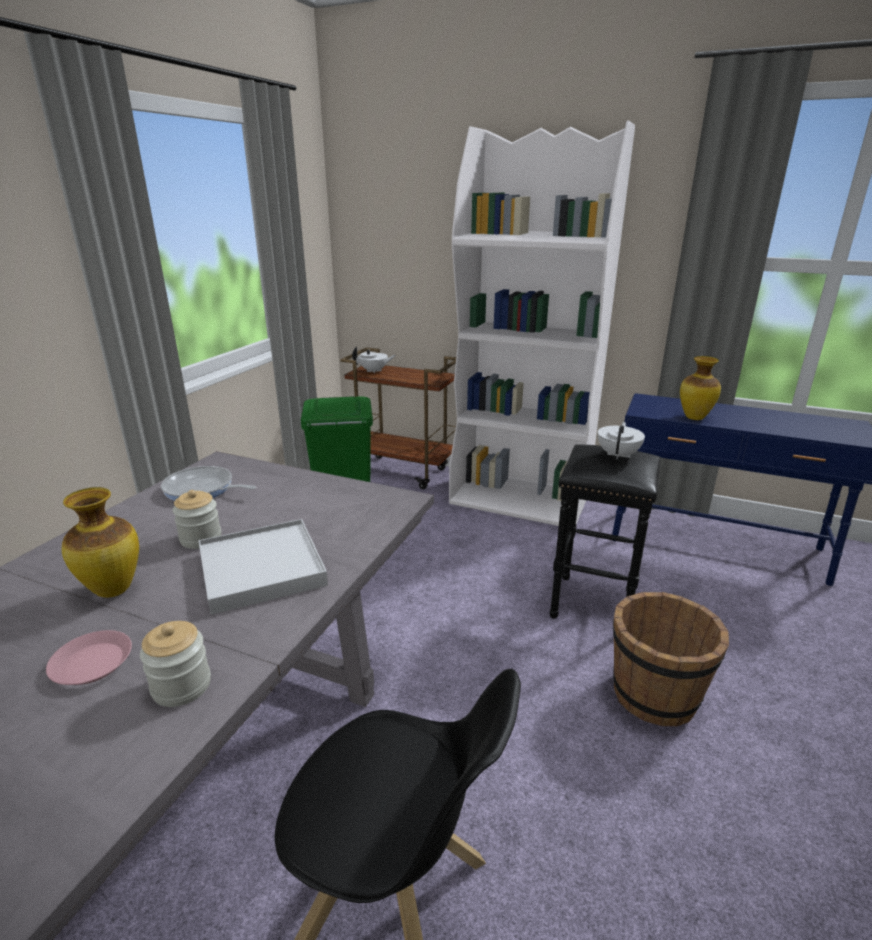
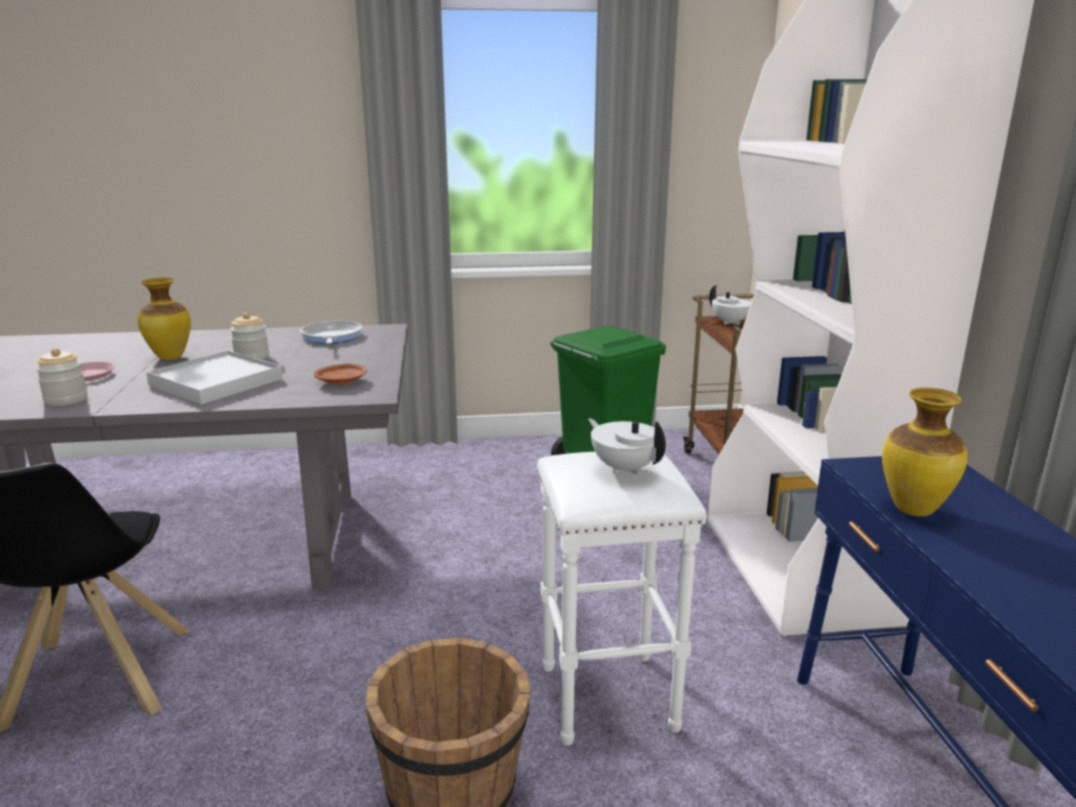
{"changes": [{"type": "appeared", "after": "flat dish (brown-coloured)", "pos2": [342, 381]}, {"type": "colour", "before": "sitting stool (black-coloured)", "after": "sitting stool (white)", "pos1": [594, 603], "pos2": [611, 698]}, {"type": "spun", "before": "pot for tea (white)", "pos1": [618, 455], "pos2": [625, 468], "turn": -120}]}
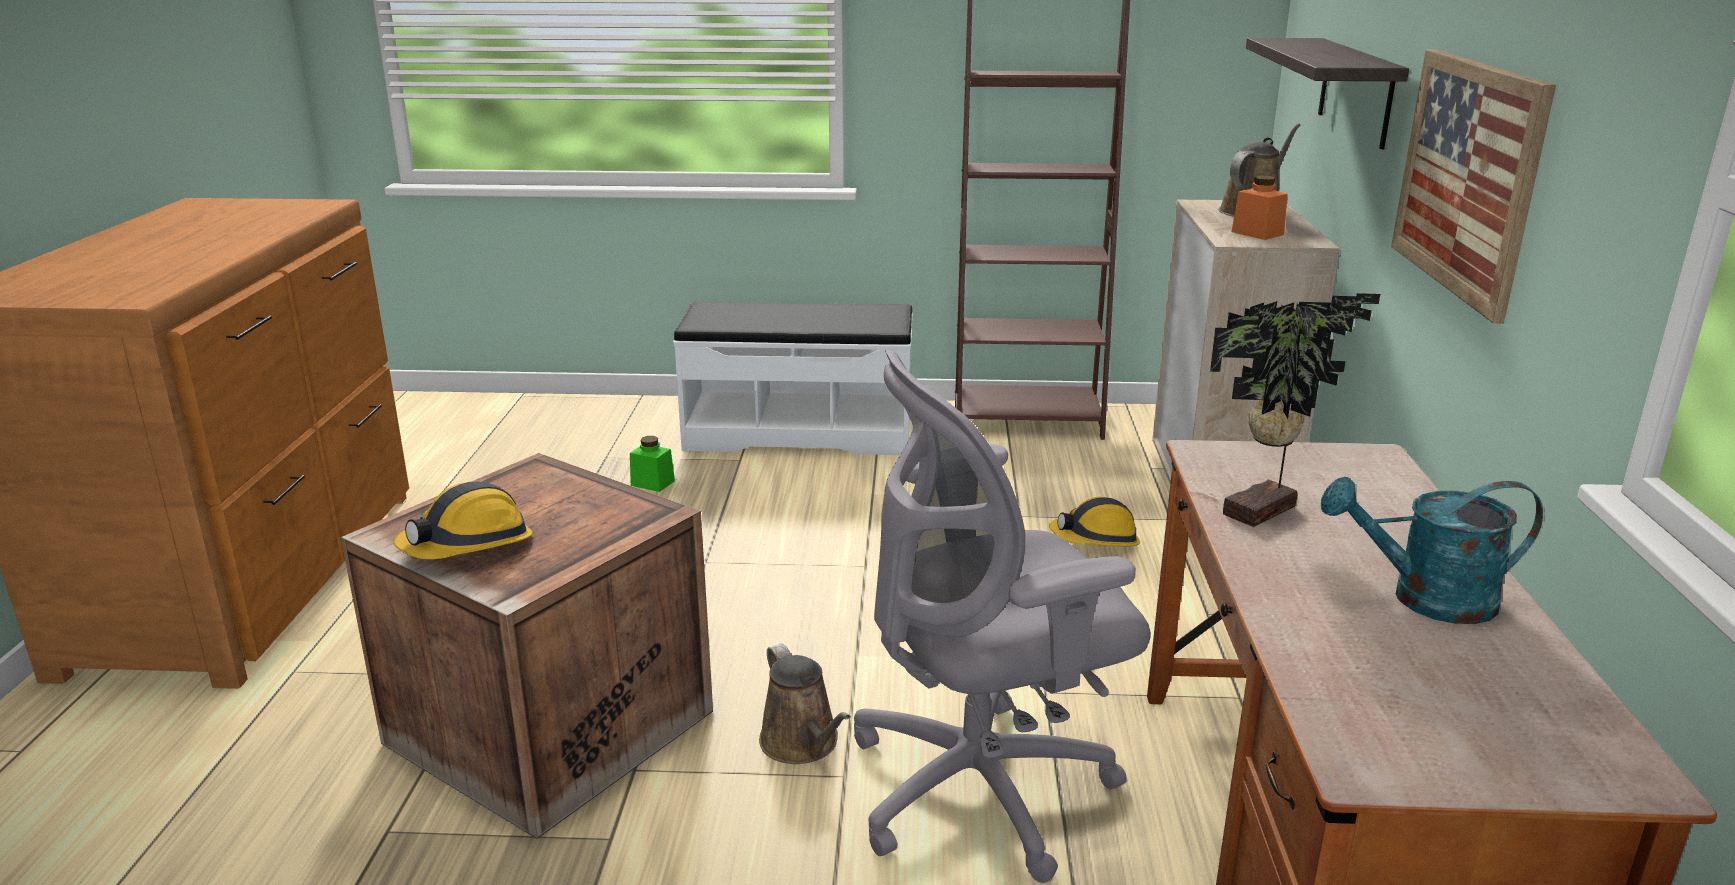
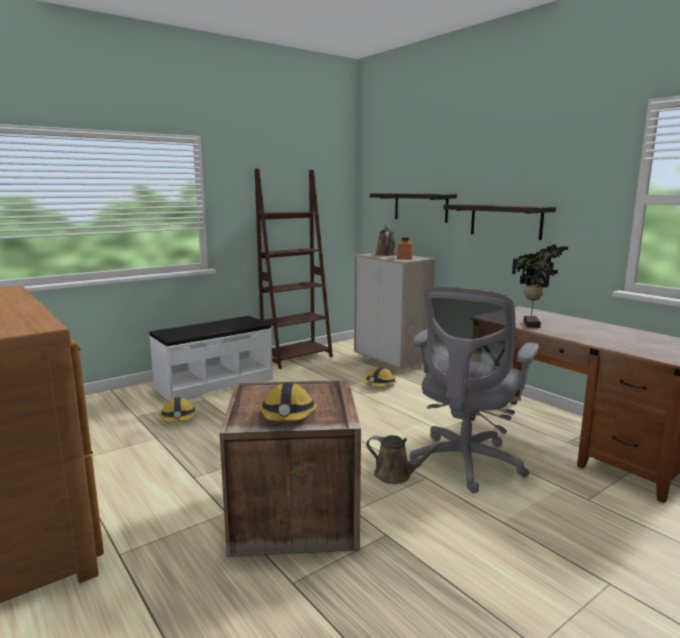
{"changes": [{"type": "exchanged", "before": "preserve jar (green-coloured)", "after": "hard hat", "pos1": [652, 483], "pos2": [179, 418]}, {"type": "exchanged", "before": "picture", "after": "bracket shelf", "pos1": [1467, 177], "pos2": [505, 221]}, {"type": "missing", "before": "sprinkling can (turquoise)", "pos1": [1425, 599]}]}
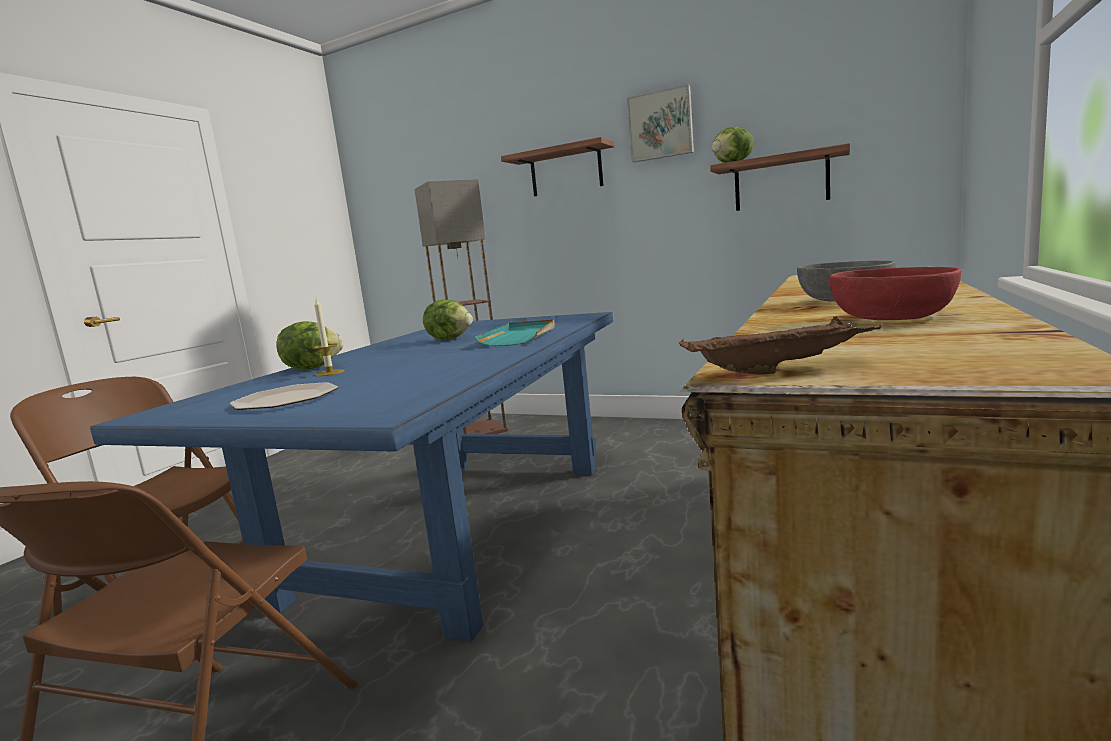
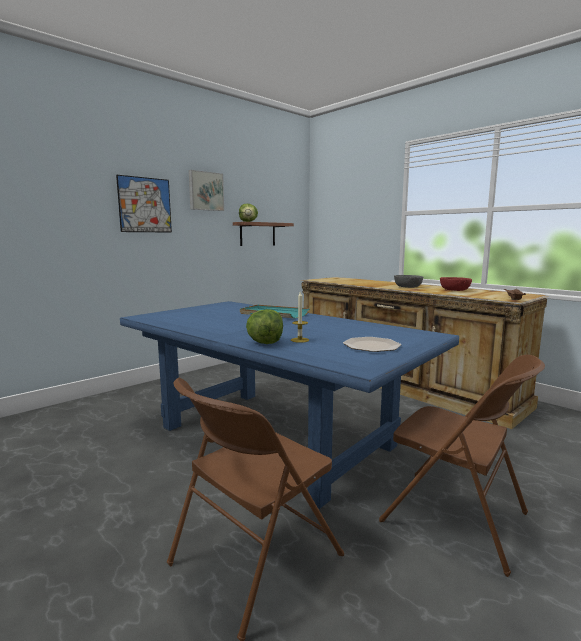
{"changes": [{"type": "exchanged", "before": "bracket shelf", "after": "picture", "pos1": [566, 171], "pos2": [145, 205]}, {"type": "missing", "before": "standard lamp", "pos1": [480, 431]}, {"type": "missing", "before": "head of lettuce", "pos1": [450, 339]}]}
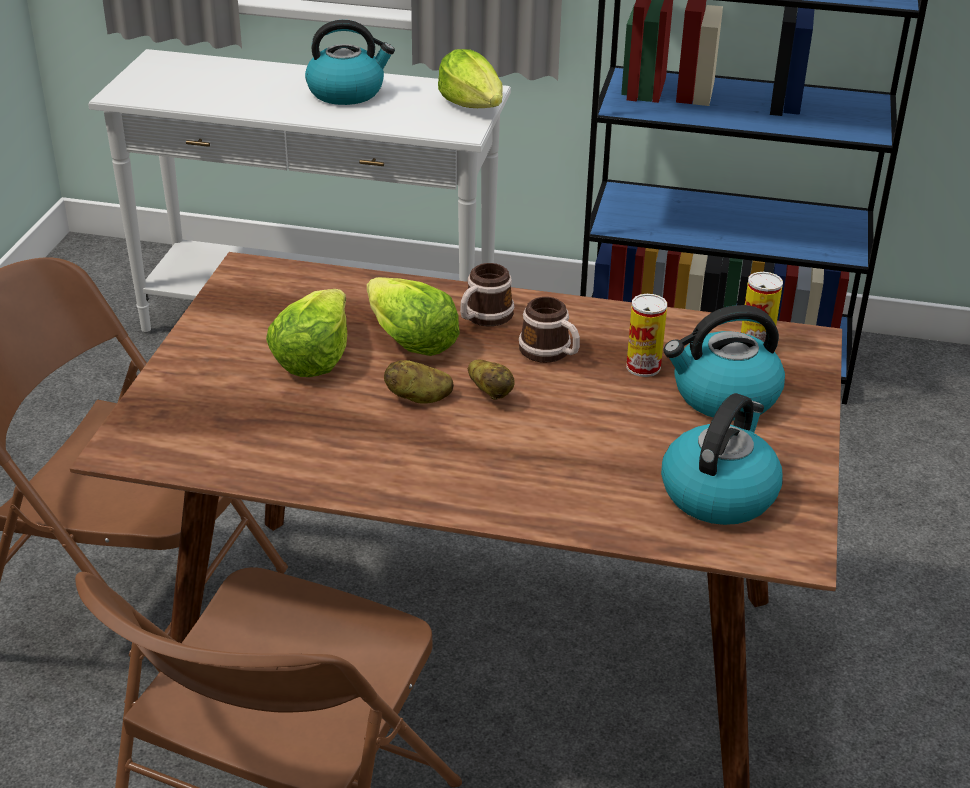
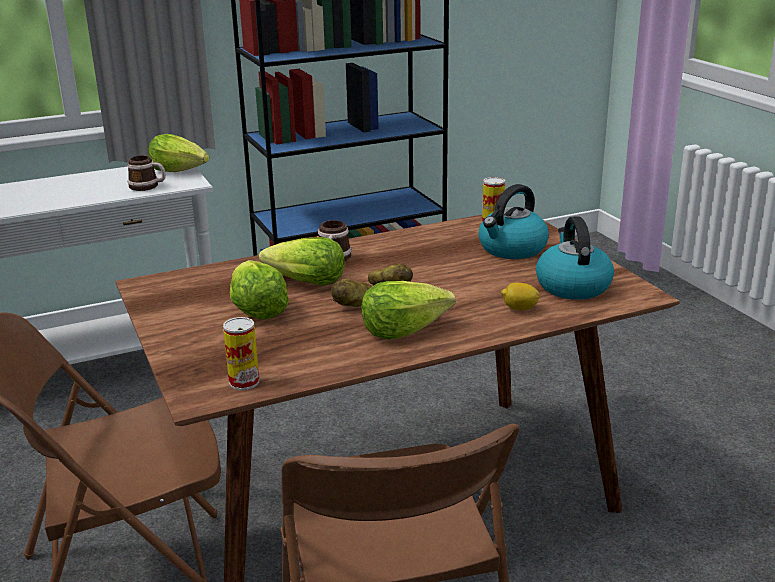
{"changes": [{"type": "relocated", "before": "tea mug", "pos1": [550, 353], "pos2": [148, 186]}, {"type": "relocated", "before": "sealed can", "pos1": [643, 367], "pos2": [244, 382]}, {"type": "appeared", "after": "head of lettuce", "pos2": [403, 329]}, {"type": "appeared", "after": "citrus fruit", "pos2": [519, 309]}, {"type": "missing", "before": "kettle", "pos1": [347, 92]}]}
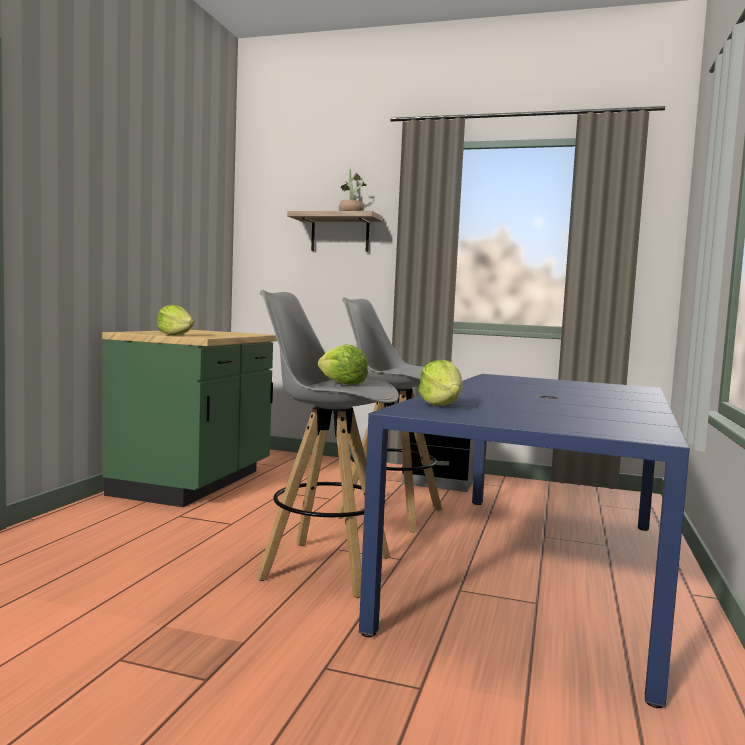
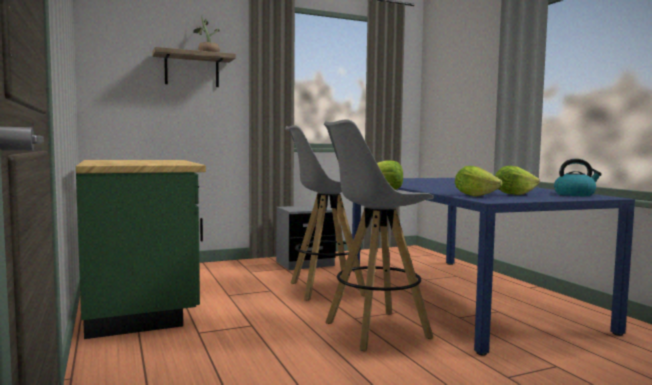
{"changes": [{"type": "relocated", "before": "head of lettuce", "pos1": [175, 335], "pos2": [513, 194]}, {"type": "appeared", "after": "kettle", "pos2": [575, 194]}]}
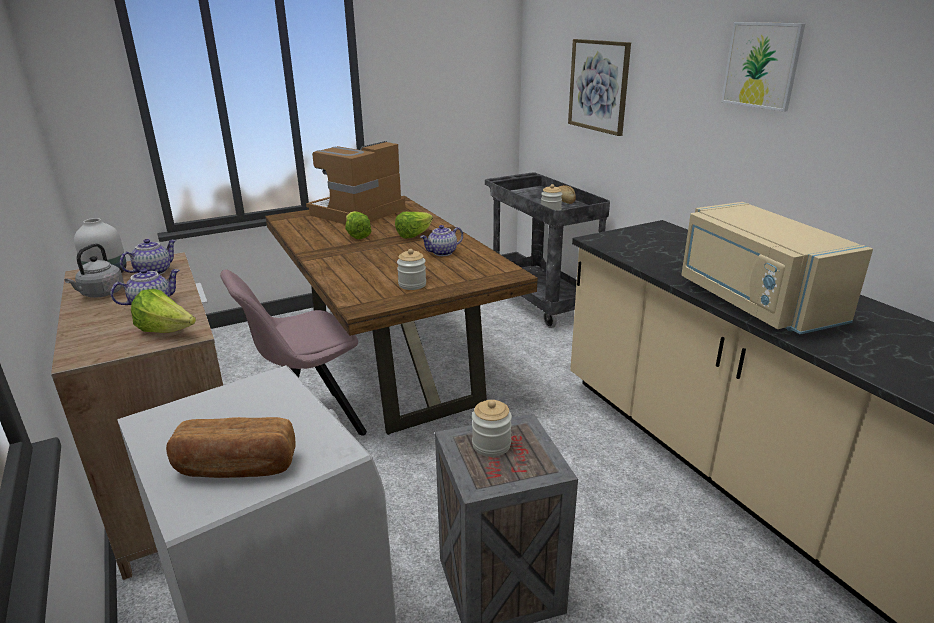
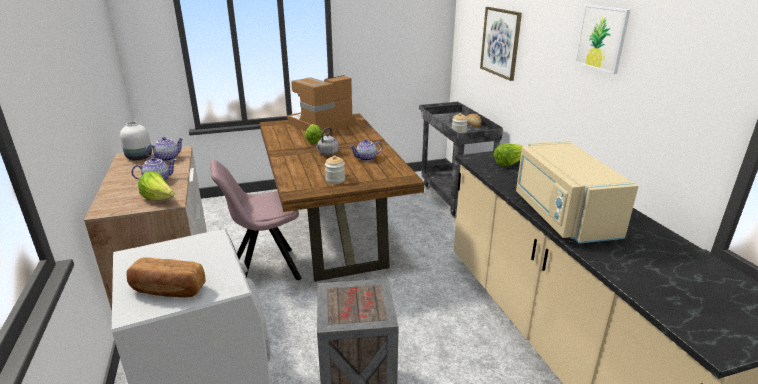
{"changes": [{"type": "relocated", "before": "kettle (grey)", "pos1": [101, 294], "pos2": [327, 153]}, {"type": "relocated", "before": "head of lettuce", "pos1": [414, 235], "pos2": [508, 163]}, {"type": "missing", "before": "preserve jar", "pos1": [491, 445]}]}
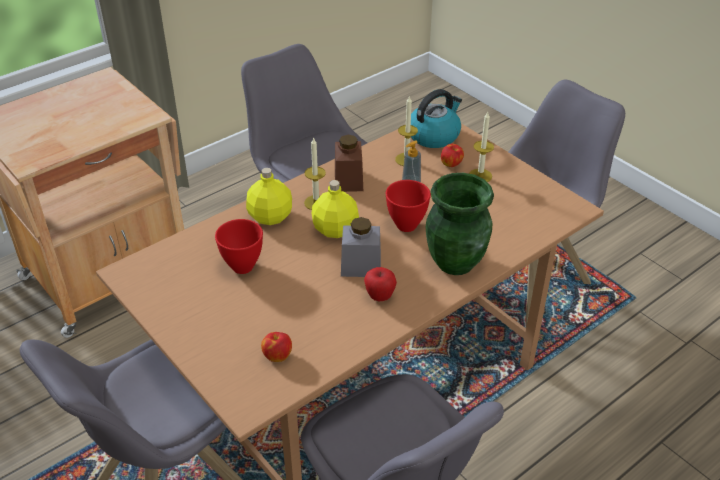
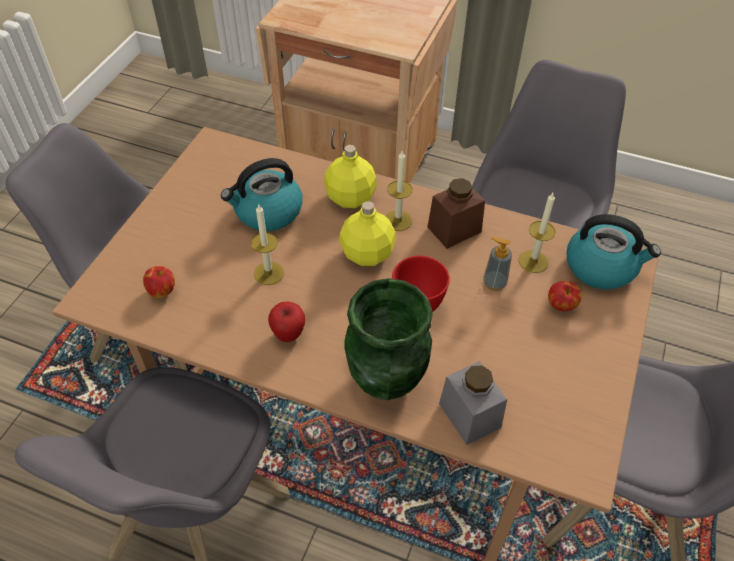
{"changes": [{"type": "exchanged", "before": "deep dish (red)", "after": "kettle", "pos1": [243, 266], "pos2": [267, 212]}, {"type": "relocated", "before": "wax candle", "pos1": [480, 176], "pos2": [268, 273]}, {"type": "relocated", "before": "preserve jar (grey)", "pos1": [361, 266], "pos2": [469, 415]}]}
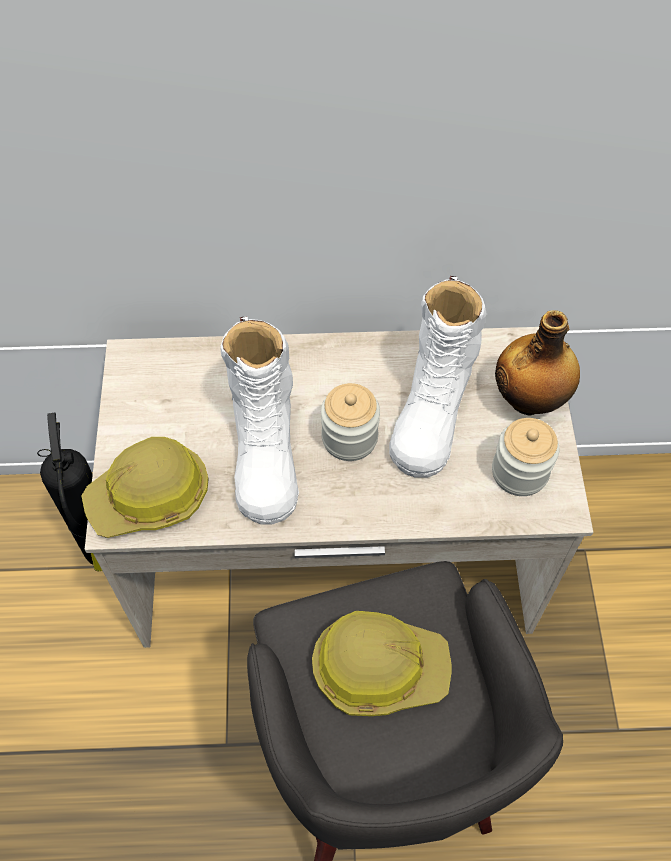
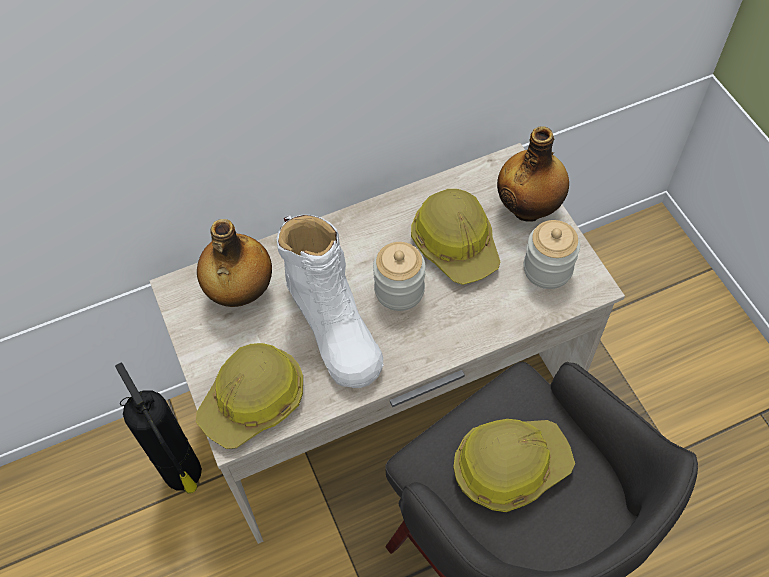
{"changes": [{"type": "appeared", "after": "bottle", "pos2": [240, 292]}, {"type": "exchanged", "before": "boot (white)", "after": "hard hat", "pos1": [432, 410], "pos2": [455, 243]}]}
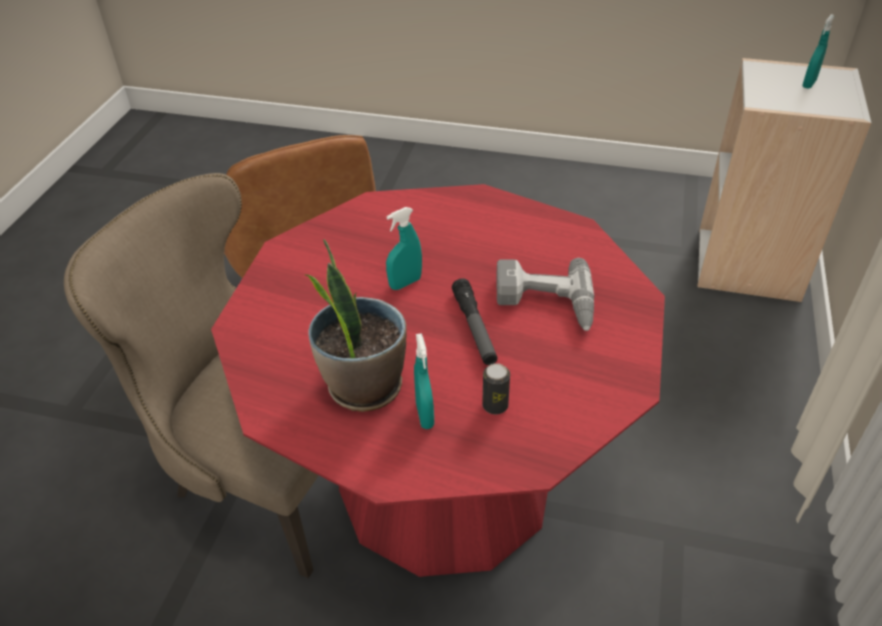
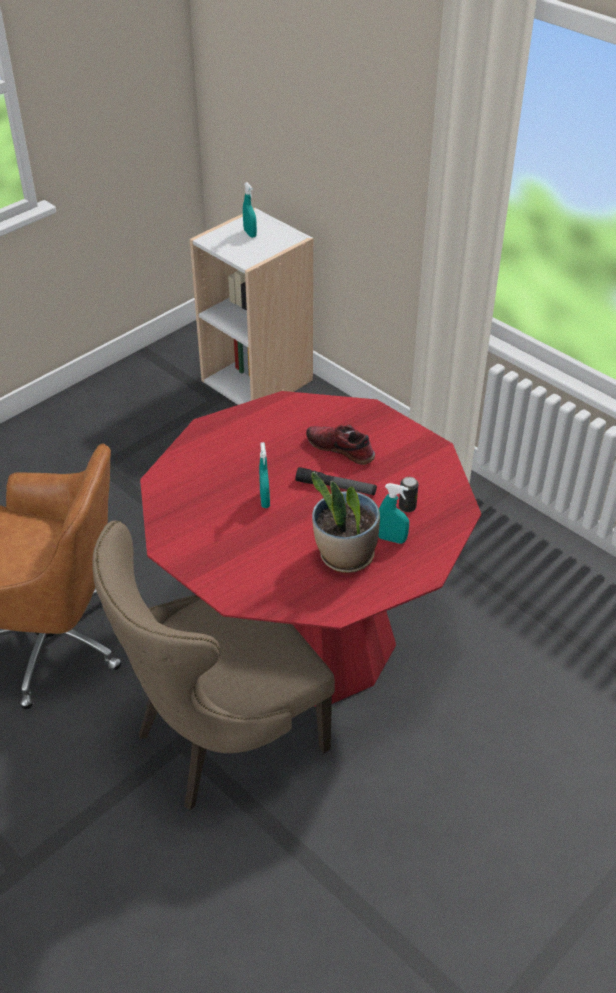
{"changes": [{"type": "exchanged", "before": "electric drill", "after": "shoe", "pos1": [544, 304], "pos2": [341, 448]}]}
